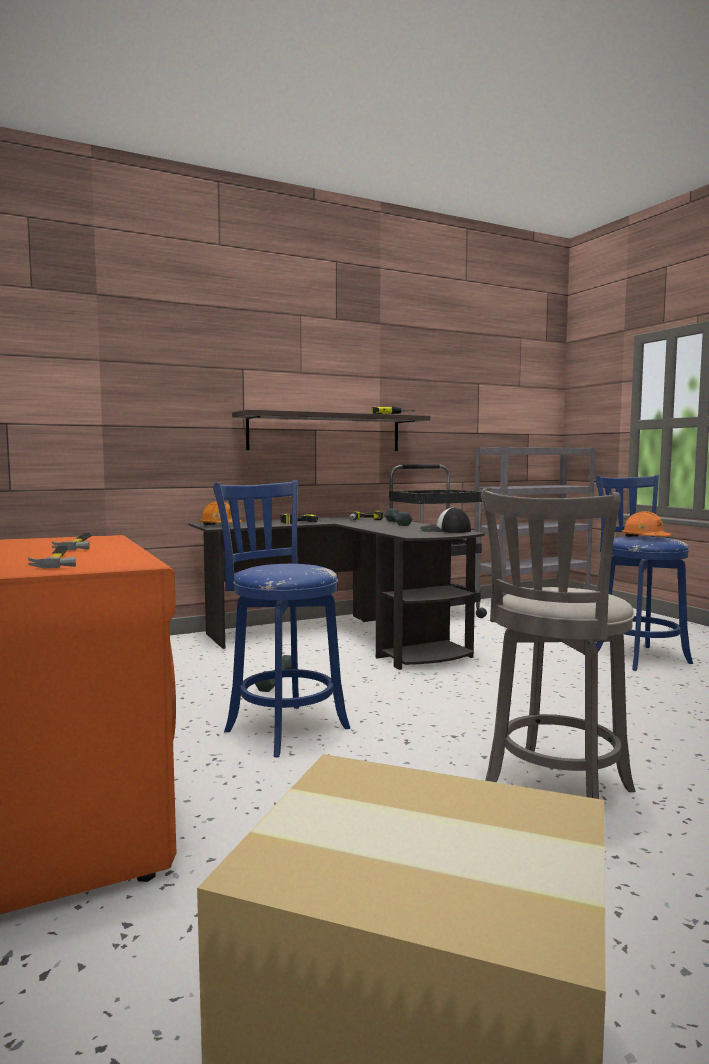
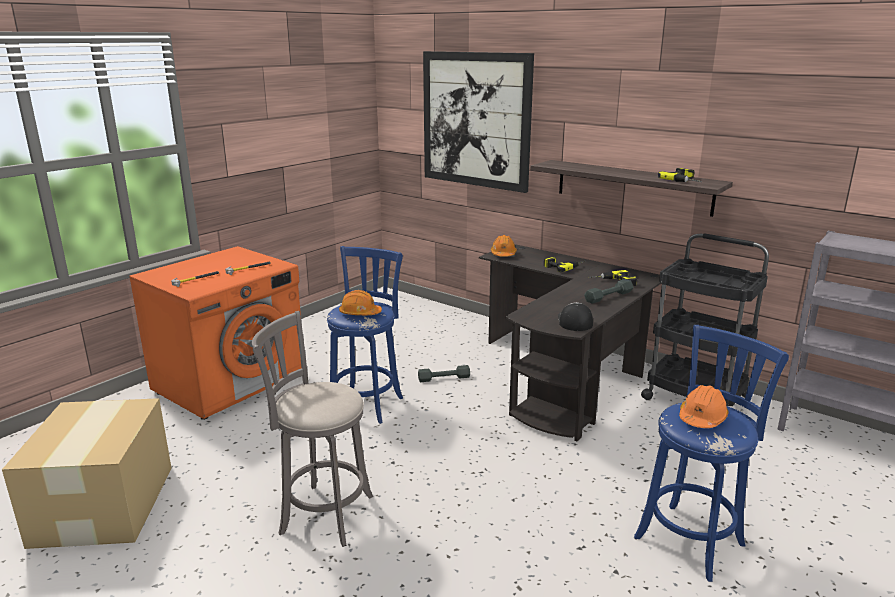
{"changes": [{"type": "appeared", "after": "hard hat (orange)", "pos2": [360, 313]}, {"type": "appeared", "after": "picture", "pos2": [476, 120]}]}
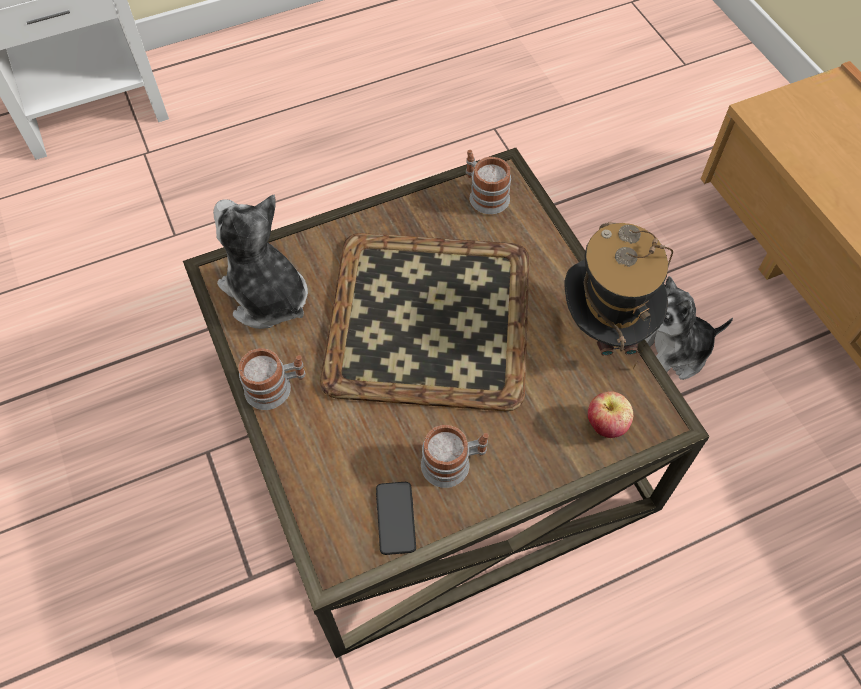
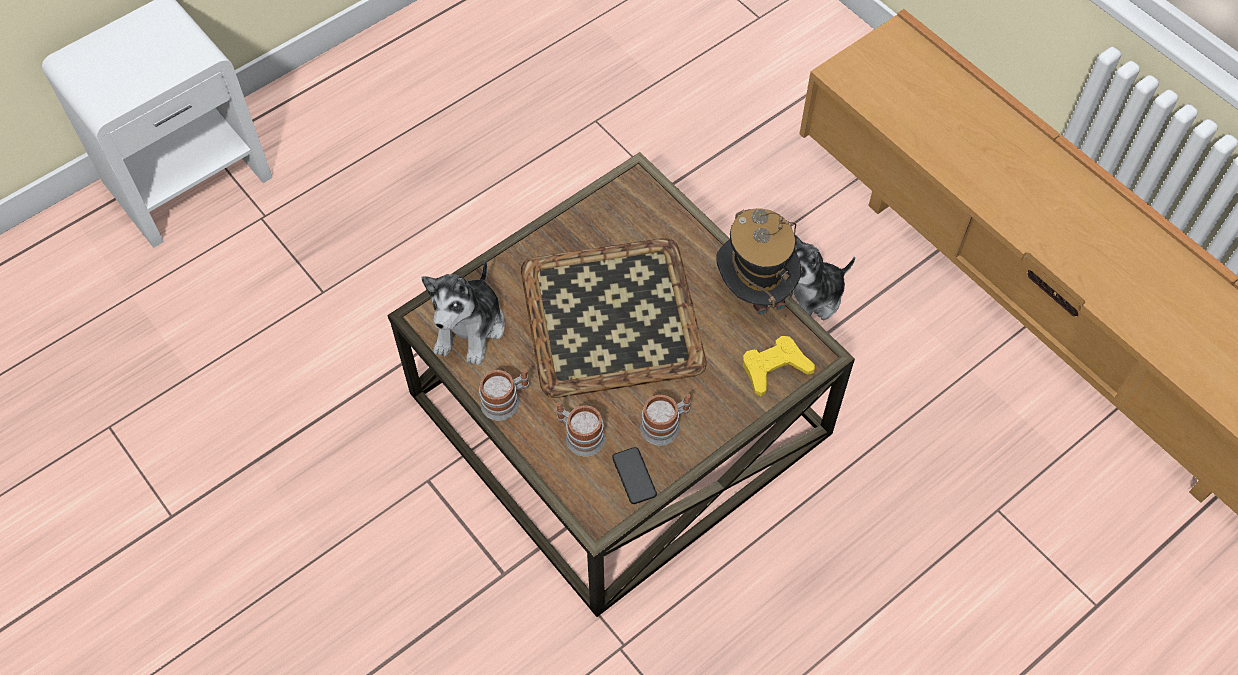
{"changes": [{"type": "spun", "before": "soft toy", "pos1": [266, 296], "pos2": [470, 328], "turn": -105}, {"type": "relocated", "before": "tea mug", "pos1": [484, 194], "pos2": [579, 435]}, {"type": "exchanged", "before": "apple", "after": "joypad (yellowish)", "pos1": [606, 425], "pos2": [774, 368]}]}
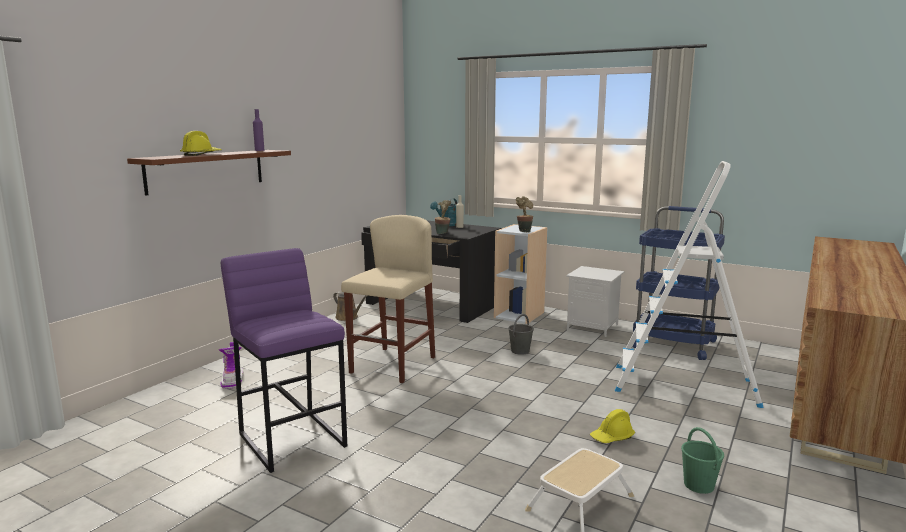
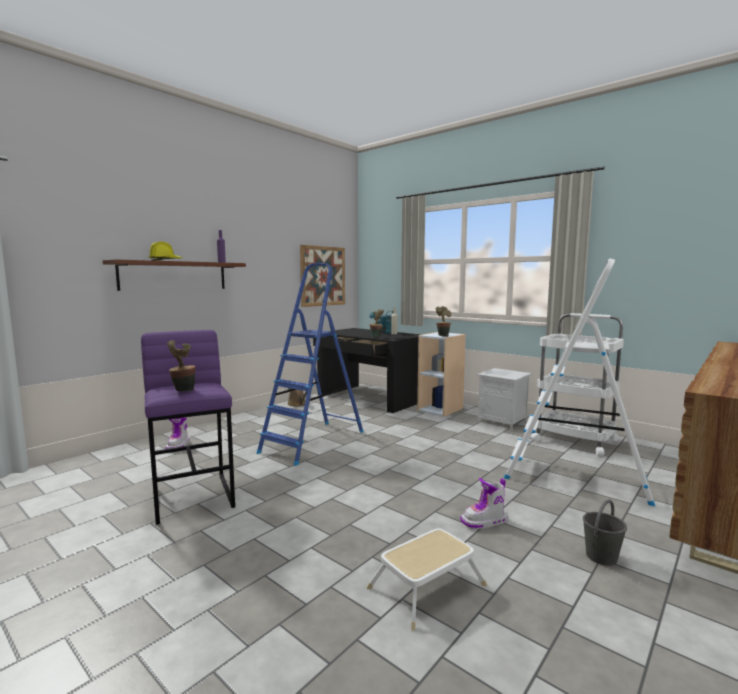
{"changes": [{"type": "appeared", "after": "plant in a pot", "pos2": [182, 391]}, {"type": "exchanged", "before": "sitting stool (beige-coloured)", "after": "stepladder (blue)", "pos1": [393, 365], "pos2": [313, 442]}, {"type": "appeared", "after": "picture", "pos2": [323, 276]}, {"type": "exchanged", "before": "hard hat (yellowish)", "after": "boot", "pos1": [612, 437], "pos2": [485, 521]}, {"type": "colour", "before": "cart (blue)", "after": "cart (white)", "pos1": [672, 344], "pos2": [573, 441]}, {"type": "relocated", "before": "water bucket (grey)", "pos1": [520, 351], "pos2": [601, 557]}, {"type": "missing", "before": "water bucket (green-coloured)", "pos1": [699, 485]}]}
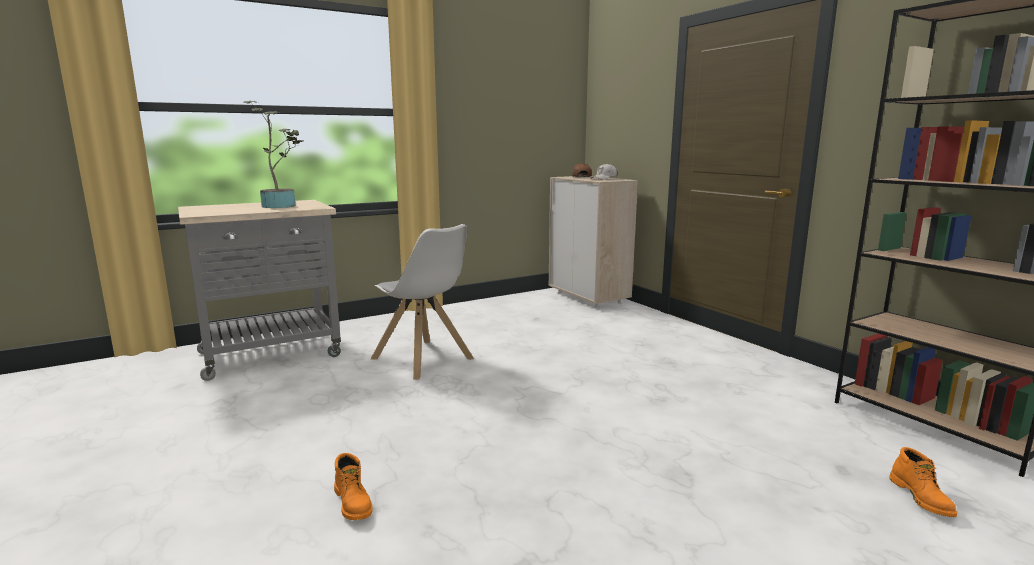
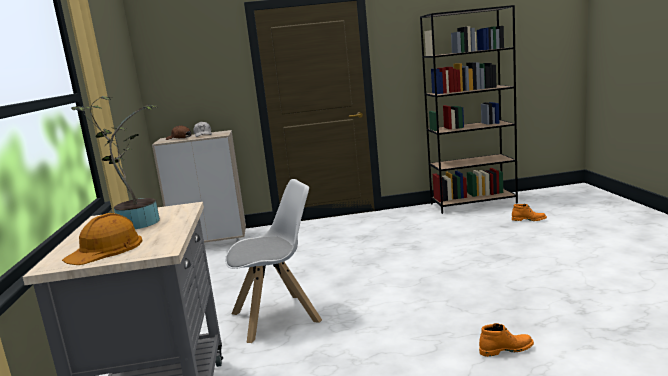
{"changes": [{"type": "appeared", "after": "hard hat (orange)", "pos2": [105, 249]}]}
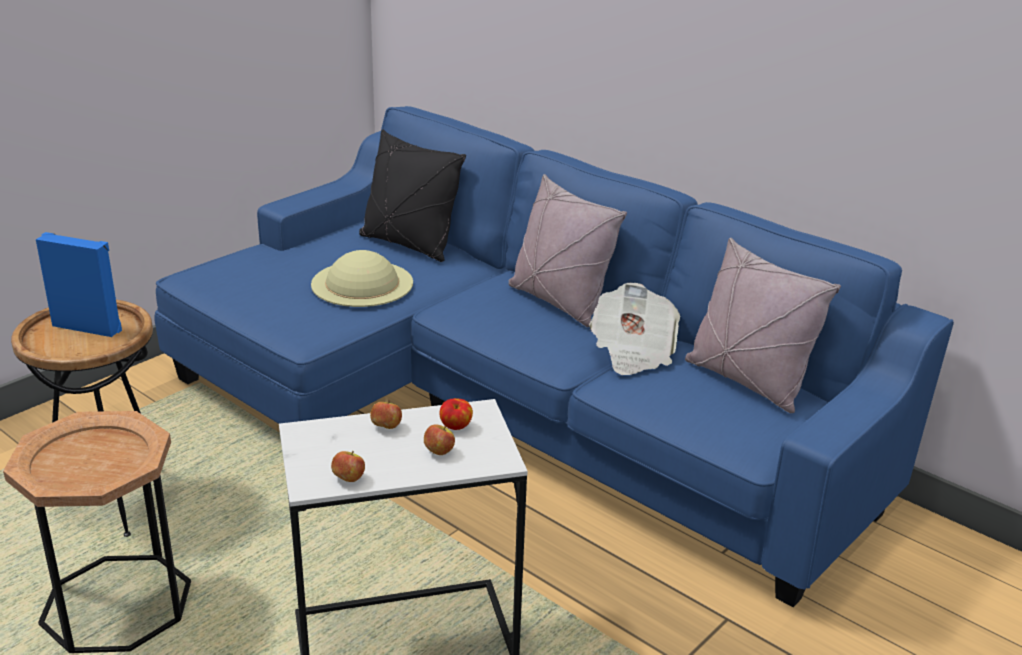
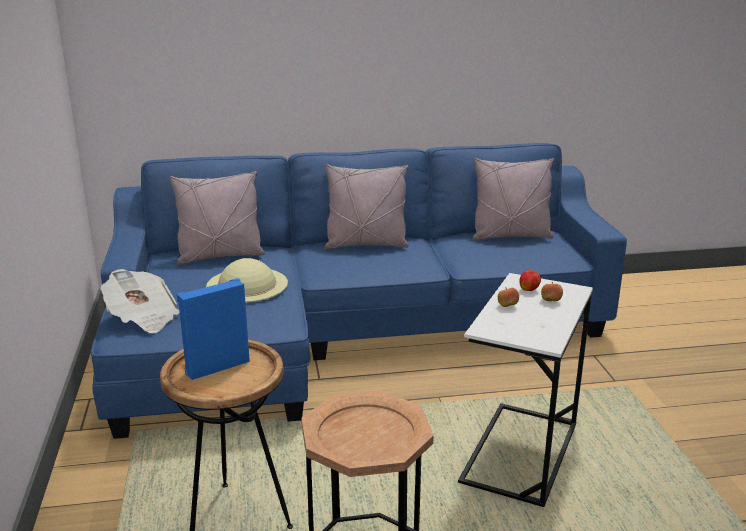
{"changes": [{"type": "relocated", "before": "newspaper", "pos1": [632, 352], "pos2": [143, 318]}, {"type": "colour", "before": "throw pillow (black-coloured)", "after": "throw pillow (purple)", "pos1": [409, 245], "pos2": [220, 256]}, {"type": "missing", "before": "apple", "pos1": [348, 479]}]}
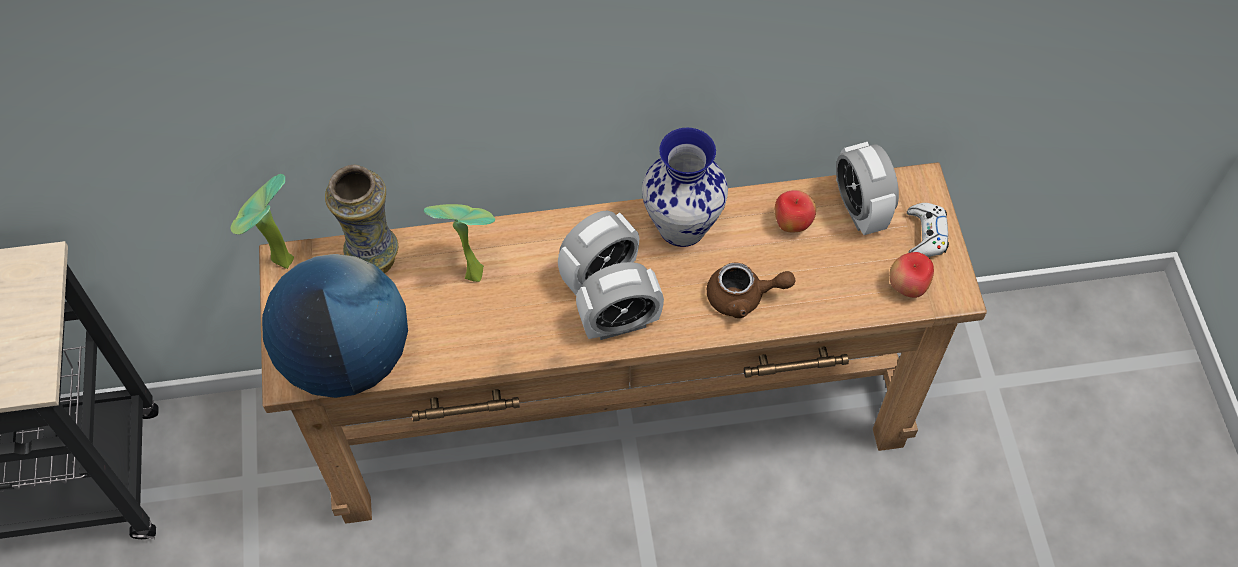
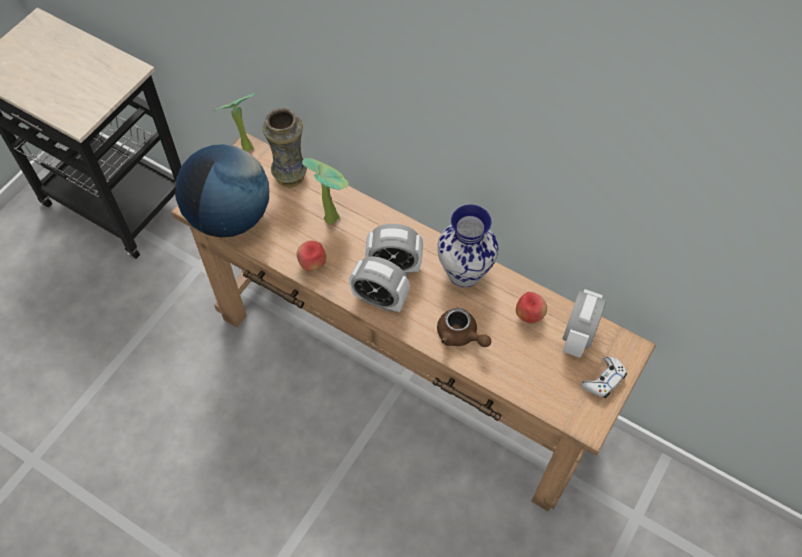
{"changes": [{"type": "relocated", "before": "apple", "pos1": [907, 287], "pos2": [312, 264]}]}
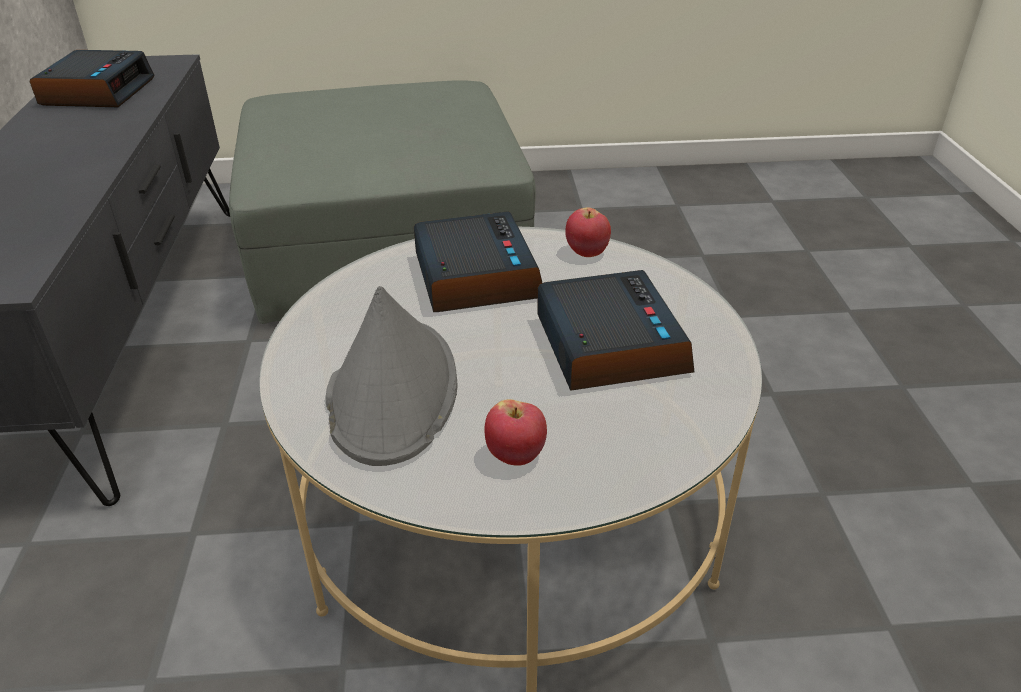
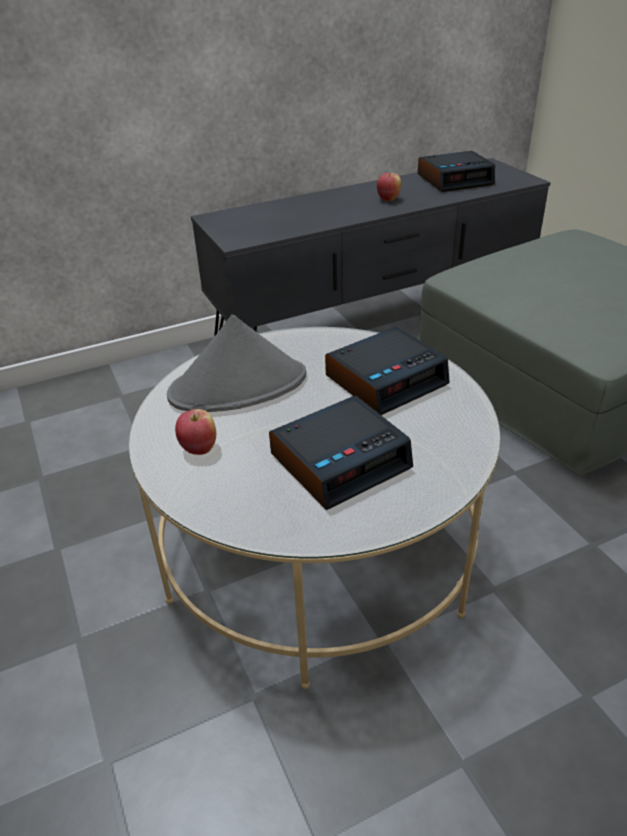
{"changes": [{"type": "relocated", "before": "apple", "pos1": [586, 252], "pos2": [388, 199]}]}
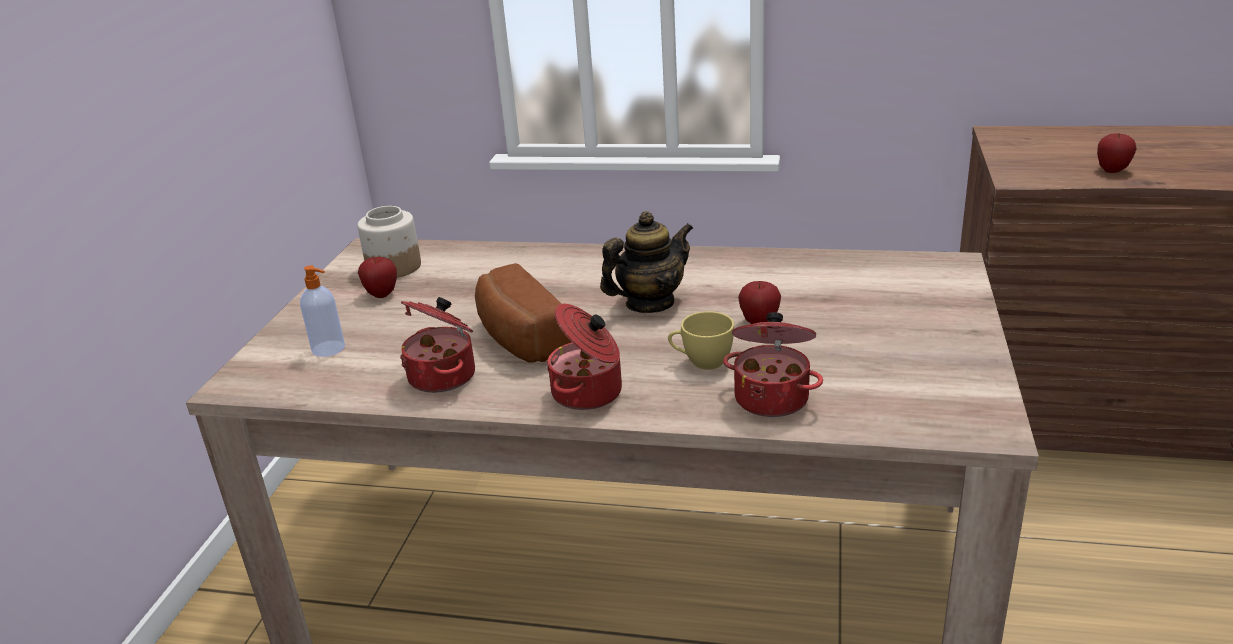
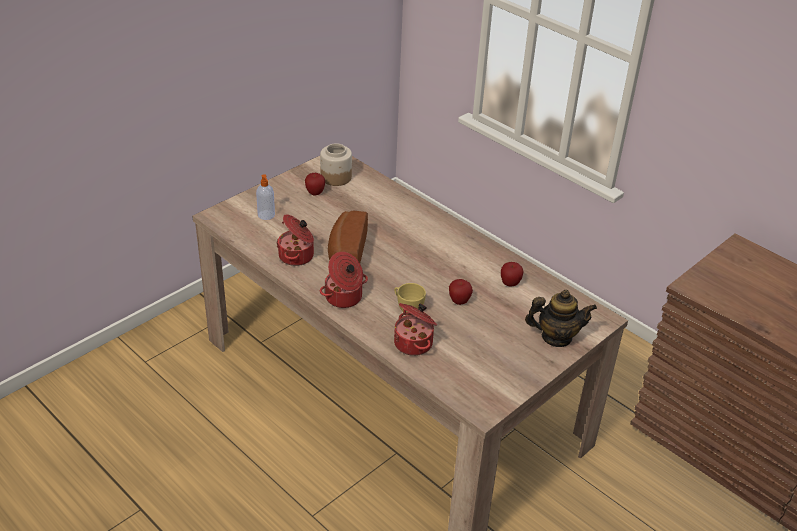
{"changes": [{"type": "relocated", "before": "apple", "pos1": [1112, 170], "pos2": [510, 284]}, {"type": "relocated", "before": "pot for tea", "pos1": [649, 303], "pos2": [556, 337]}]}
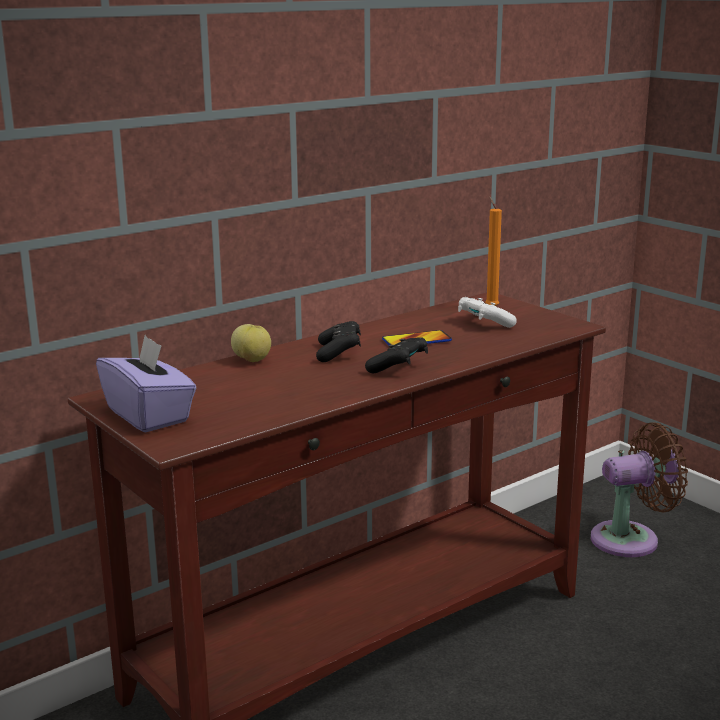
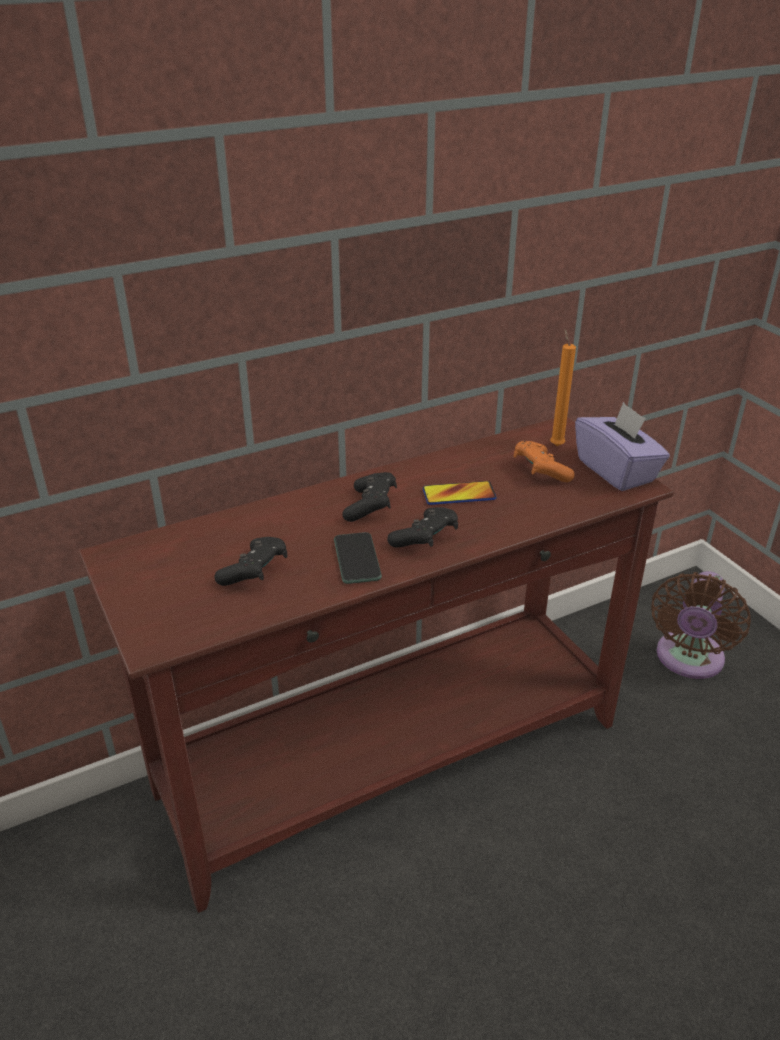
{"changes": [{"type": "appeared", "after": "joypad (black-coloured)", "pos2": [255, 573]}, {"type": "appeared", "after": "telephone", "pos2": [357, 559]}, {"type": "colour", "before": "joypad (white)", "after": "joypad (orange)", "pos1": [484, 323], "pos2": [540, 472]}, {"type": "relocated", "before": "tissue box (purple)", "pos1": [149, 415], "pos2": [616, 471]}, {"type": "spun", "before": "cooling fan (brown-coloured)", "pos1": [631, 539], "pos2": [688, 660], "turn": 120}, {"type": "missing", "before": "apple", "pos1": [252, 360]}]}
